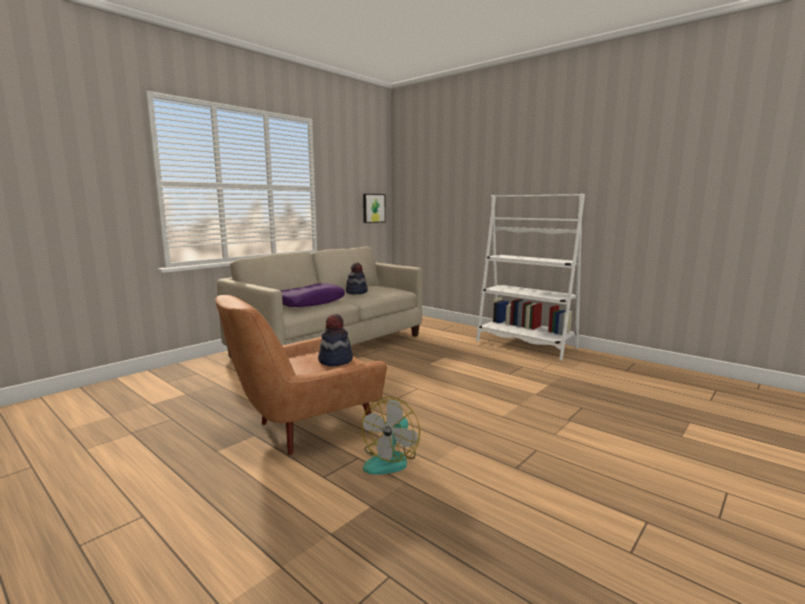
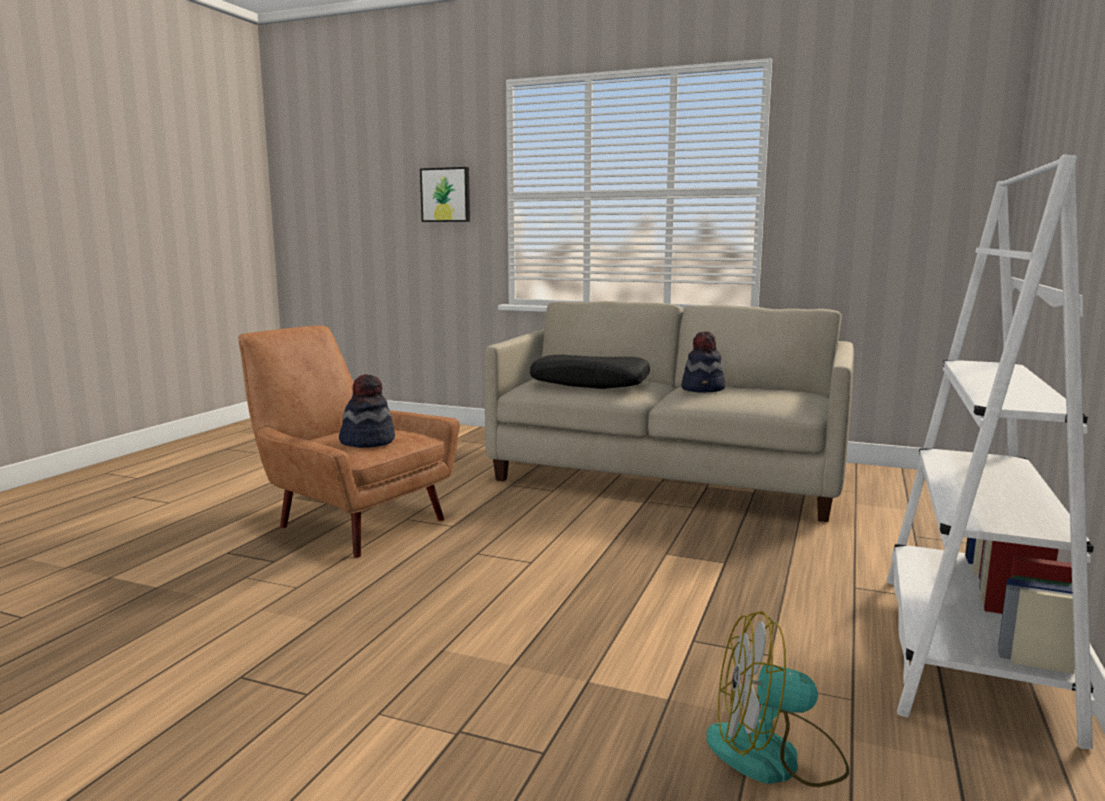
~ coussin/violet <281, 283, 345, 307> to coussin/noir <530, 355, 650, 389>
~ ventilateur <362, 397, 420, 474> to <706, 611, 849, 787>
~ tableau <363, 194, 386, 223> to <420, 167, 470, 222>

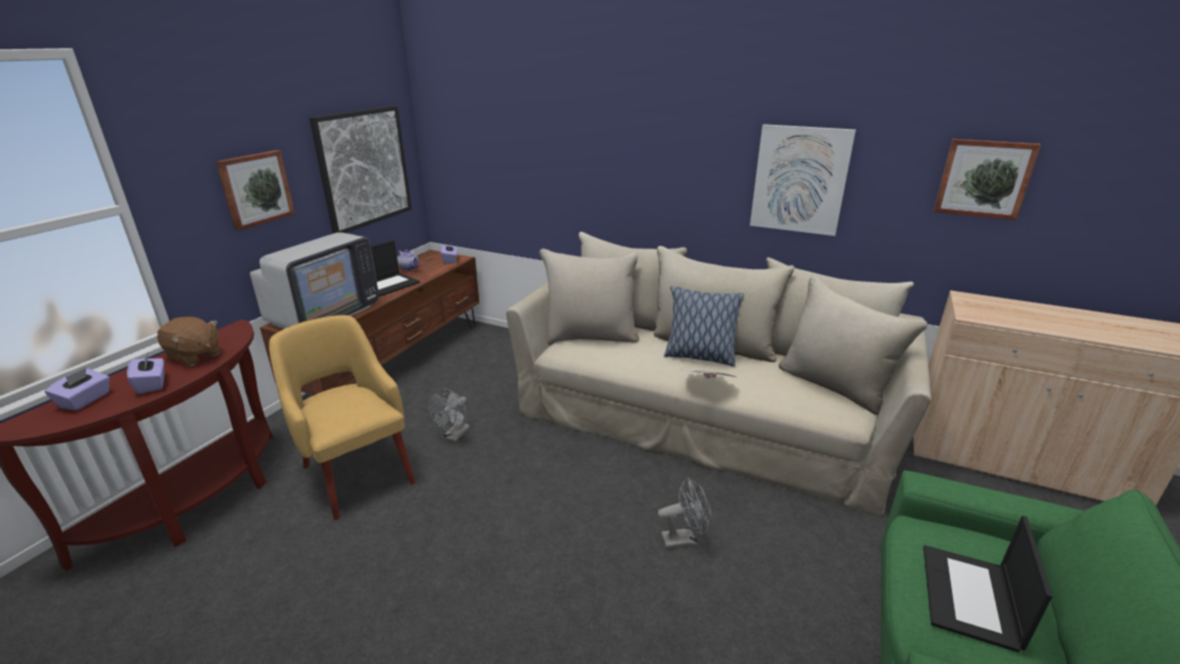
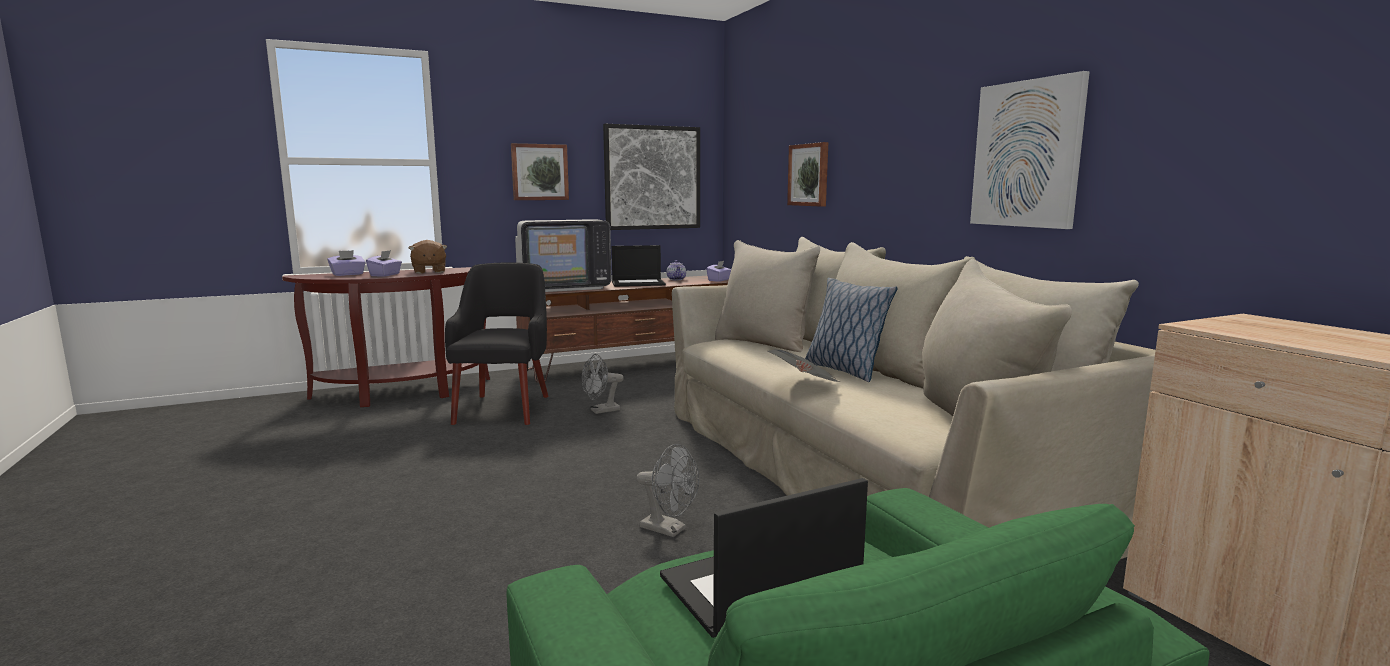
~ fauteuil/jaune <269, 315, 416, 520> to fauteuil/noir <445, 263, 549, 425>
~ tableau <933, 139, 1041, 220> to <787, 142, 828, 207>

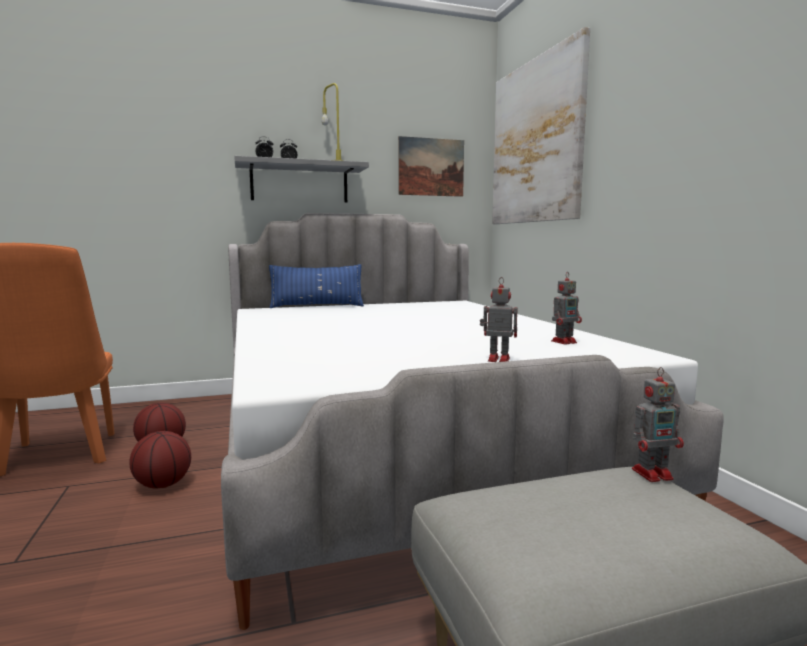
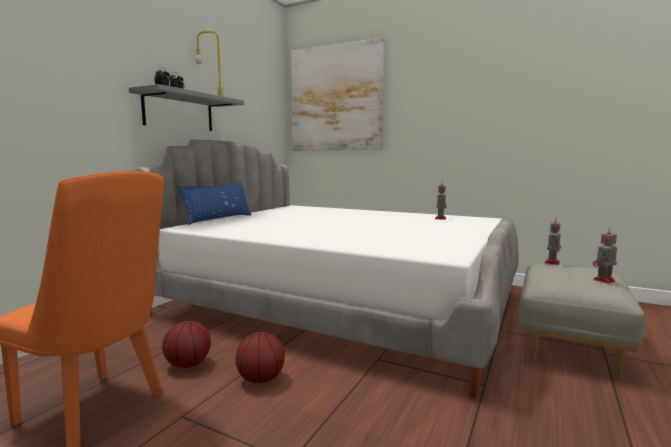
- tableau <398, 136, 464, 197>
~ robot jouet <480, 277, 517, 362> to <593, 227, 617, 284>

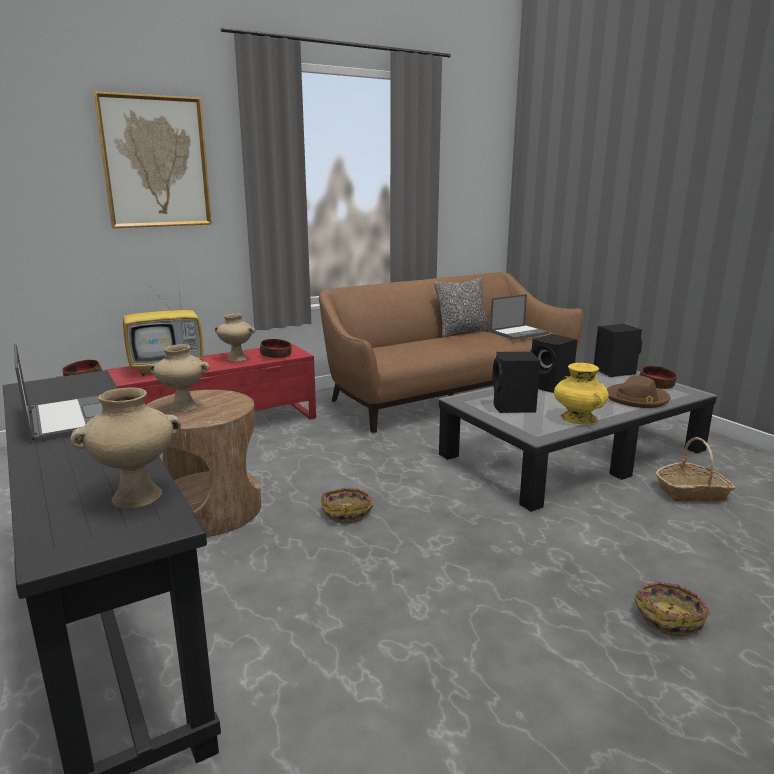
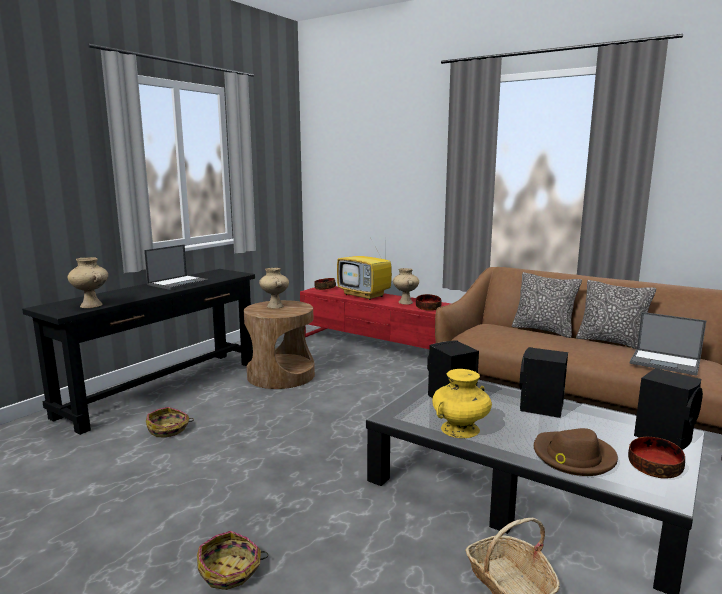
- tableau <93, 91, 212, 228>
~ panier <321, 488, 373, 524> to <146, 407, 194, 438>
+ coussin <512, 272, 582, 338>

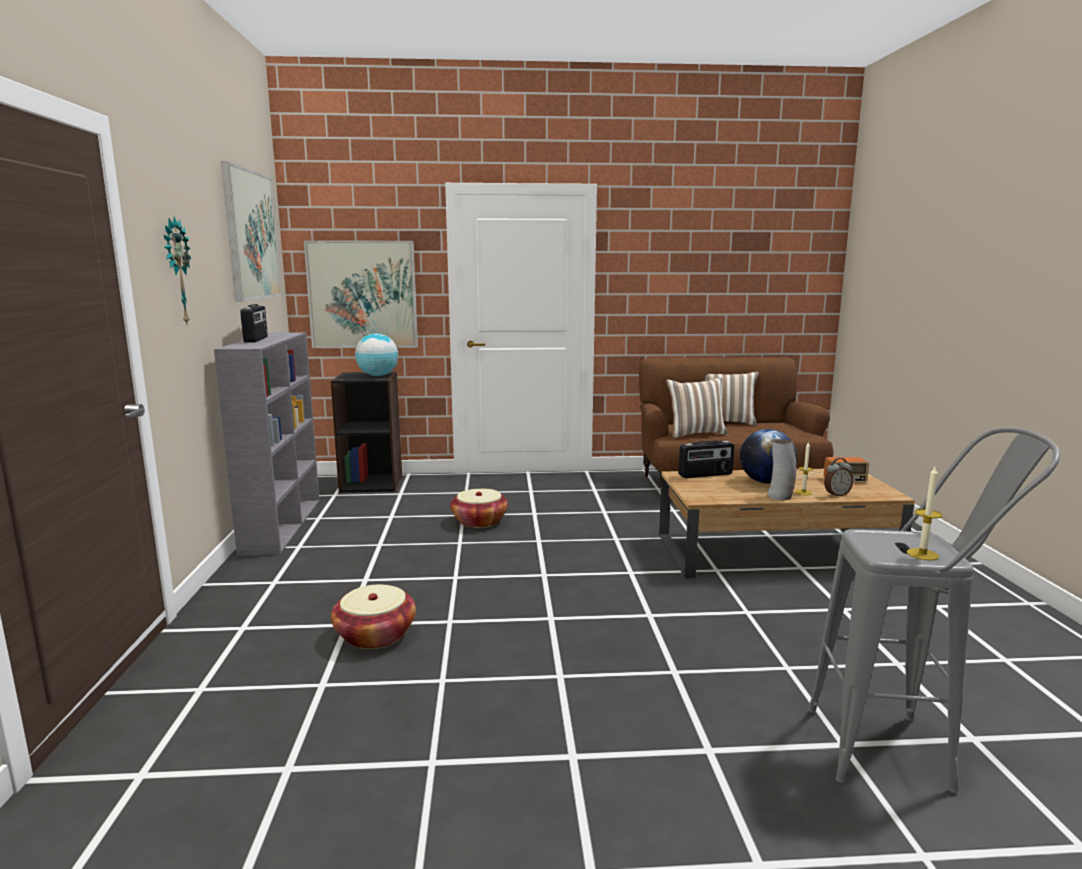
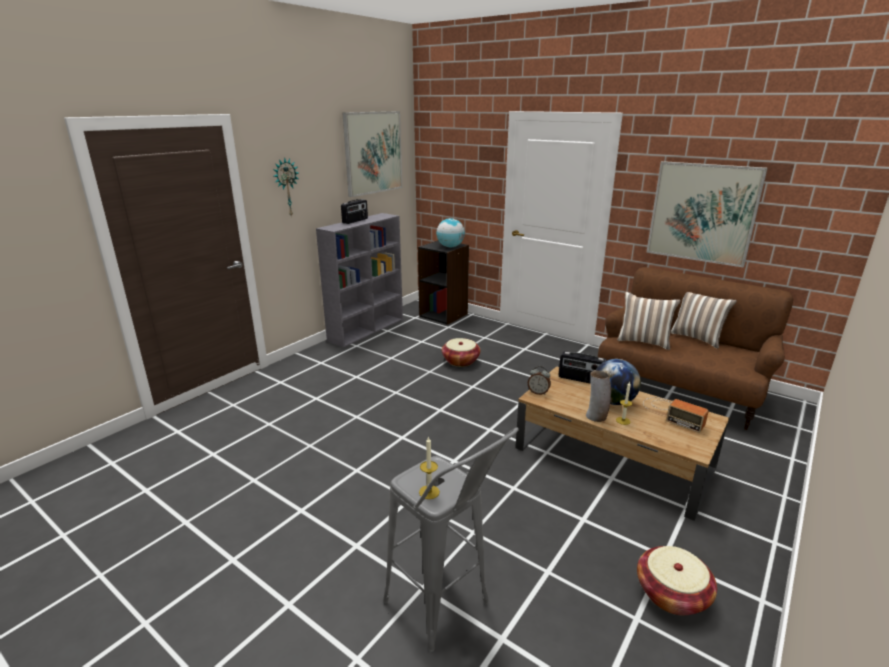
~ tableau <304, 240, 418, 348> to <646, 161, 768, 268>
~ panier <331, 585, 416, 649> to <637, 546, 717, 615>
~ réveil <824, 458, 853, 496> to <528, 366, 551, 395>

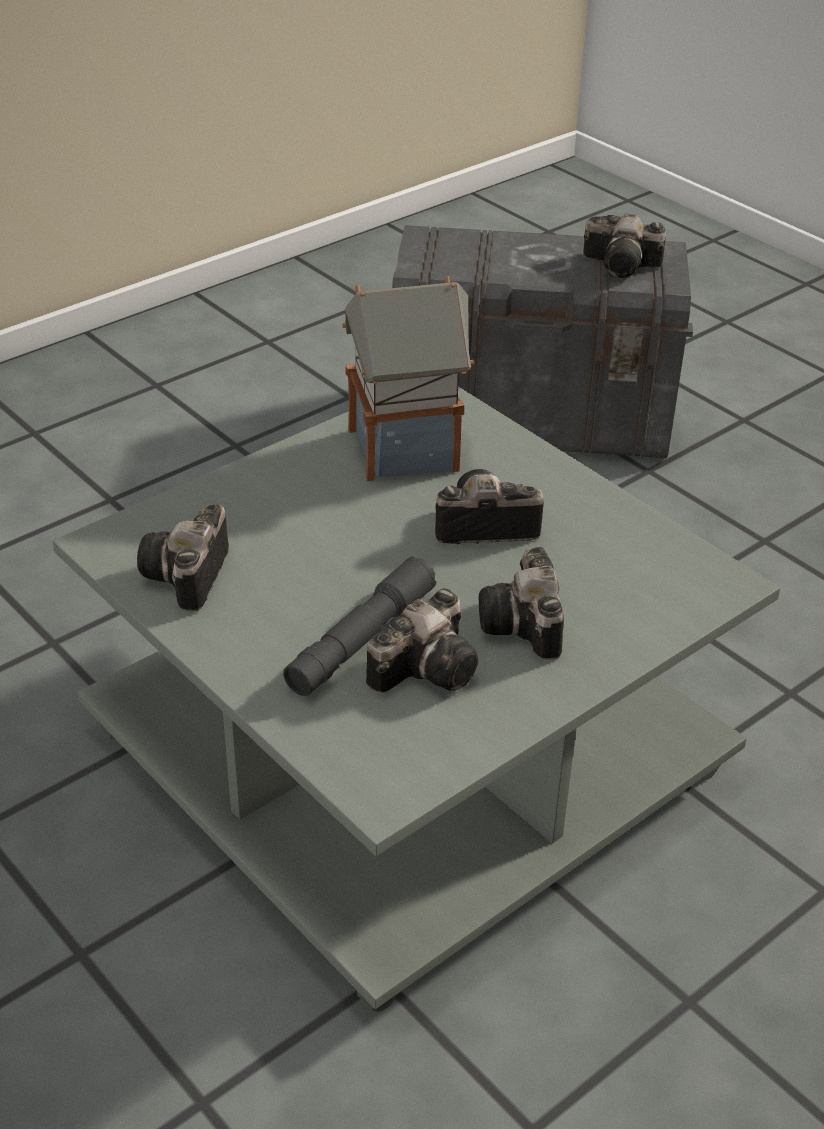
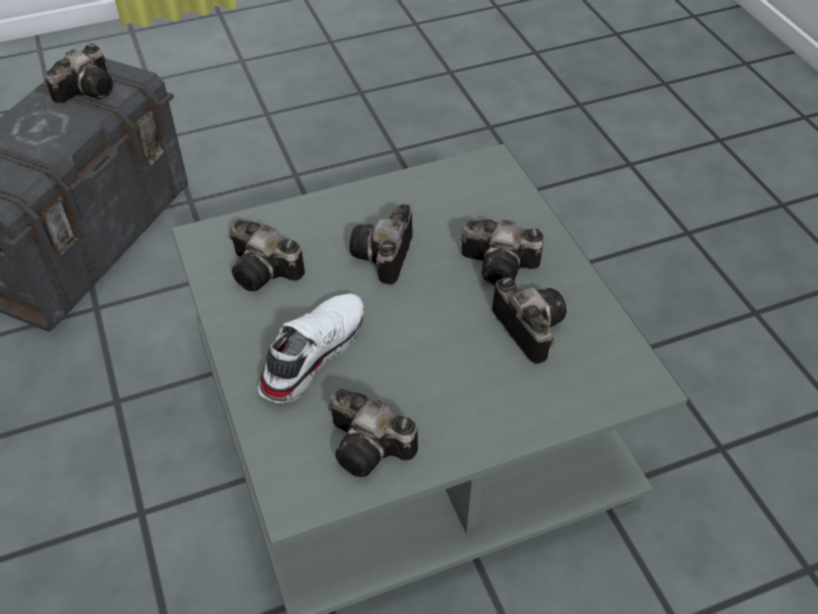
- lampe de poche/gris <283, 556, 437, 696>
~ maison miniature <342, 276, 474, 481> to appareil photo <229, 219, 305, 291>
+ chaussure/blanc <258, 293, 365, 403>

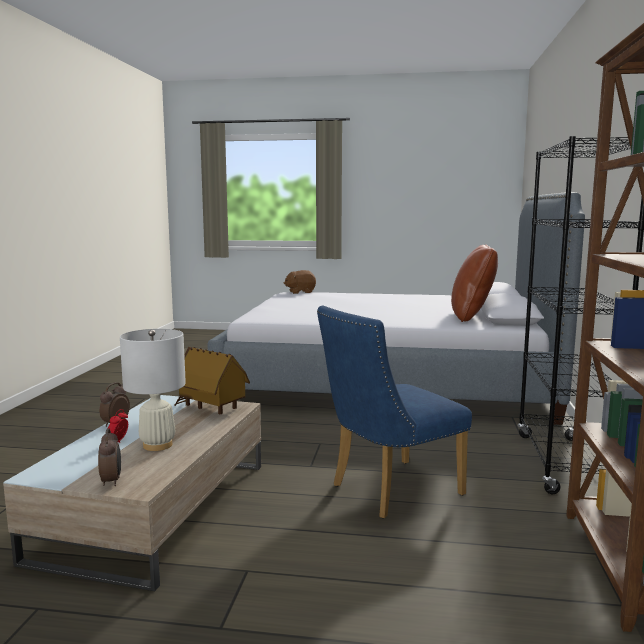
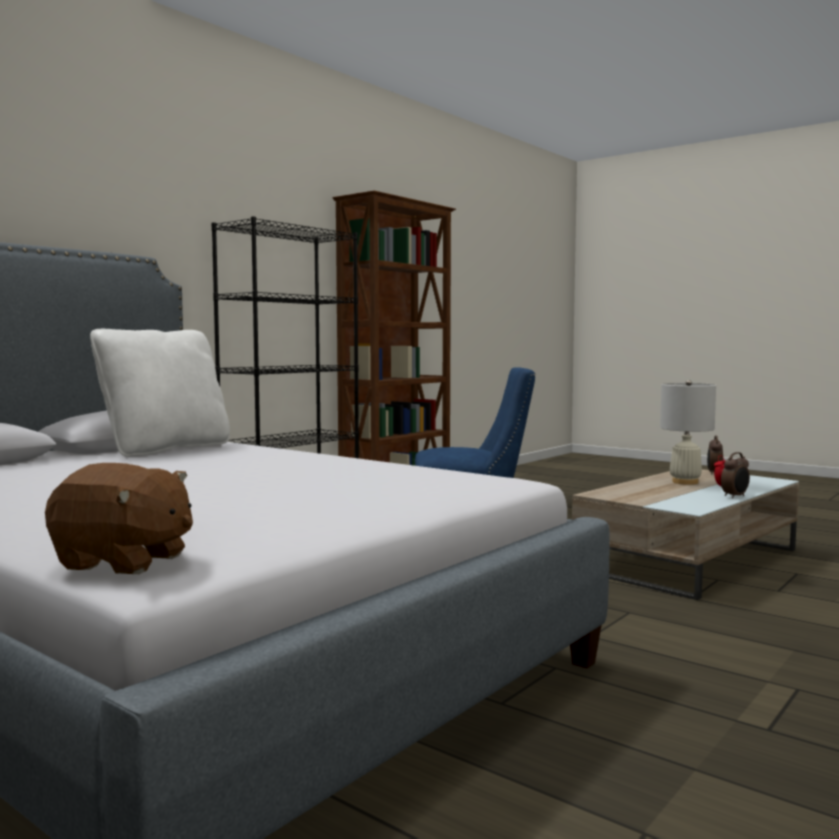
- maison miniature <174, 347, 250, 414>
~ coussin/marron <451, 244, 498, 322> to coussin/blanc <90, 329, 230, 457>

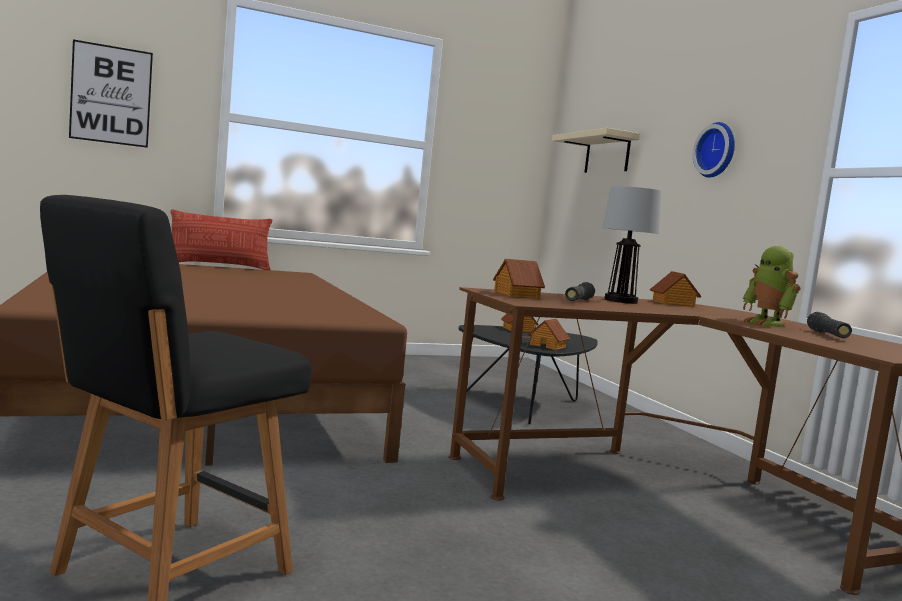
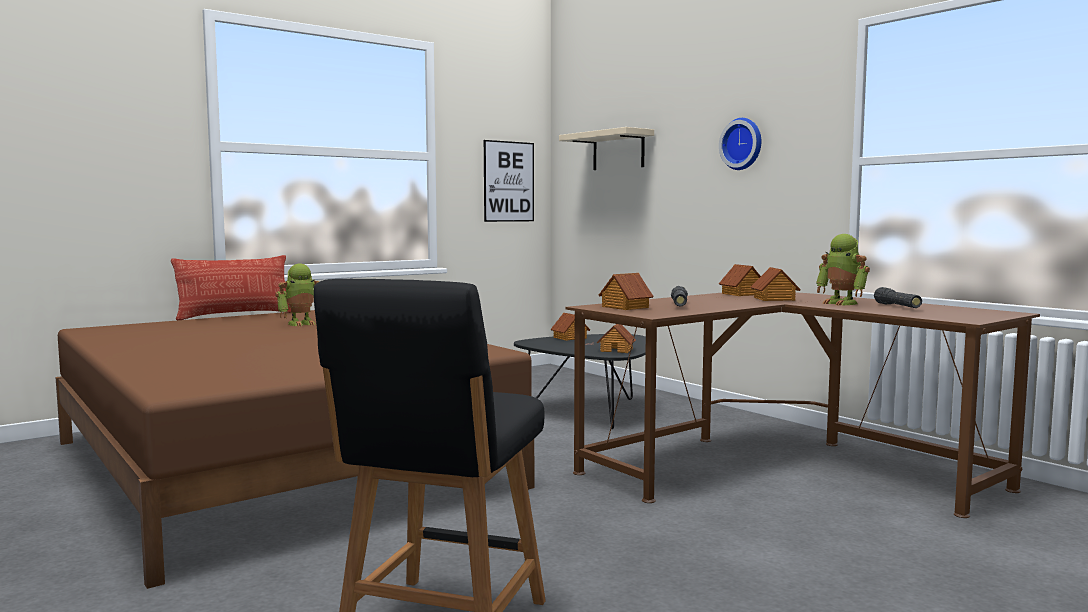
~ tableau <69, 39, 153, 148> to <484, 140, 534, 222>
- lampe de table <602, 186, 661, 304>
+ robot jouet <275, 264, 319, 326>
+ maison miniature <750, 267, 801, 301>

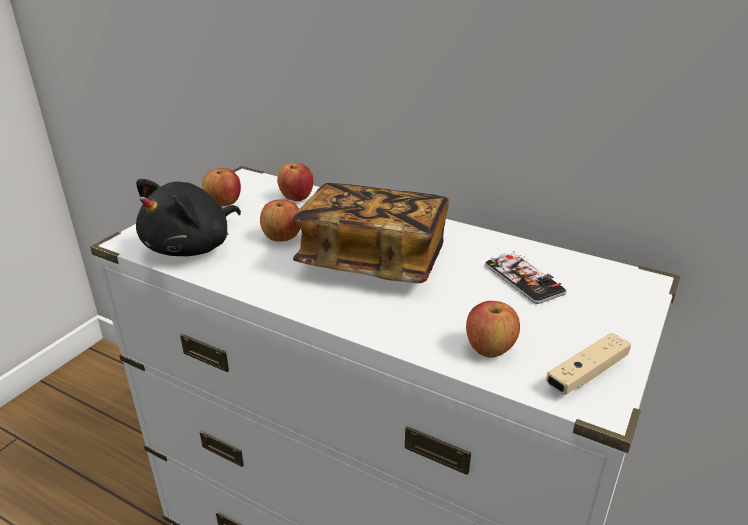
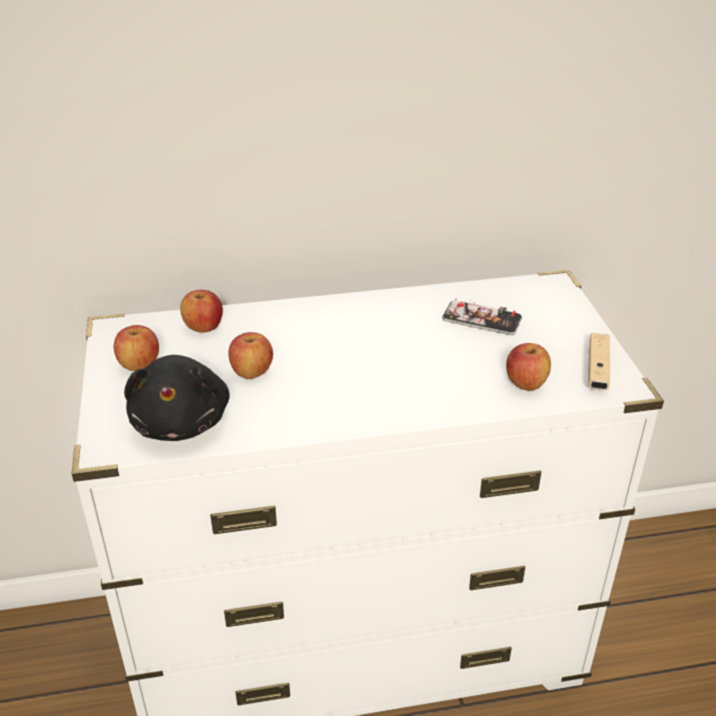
- livre <293, 183, 449, 283>

